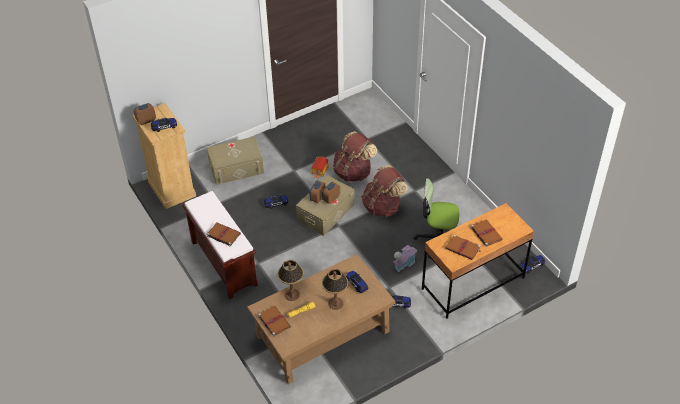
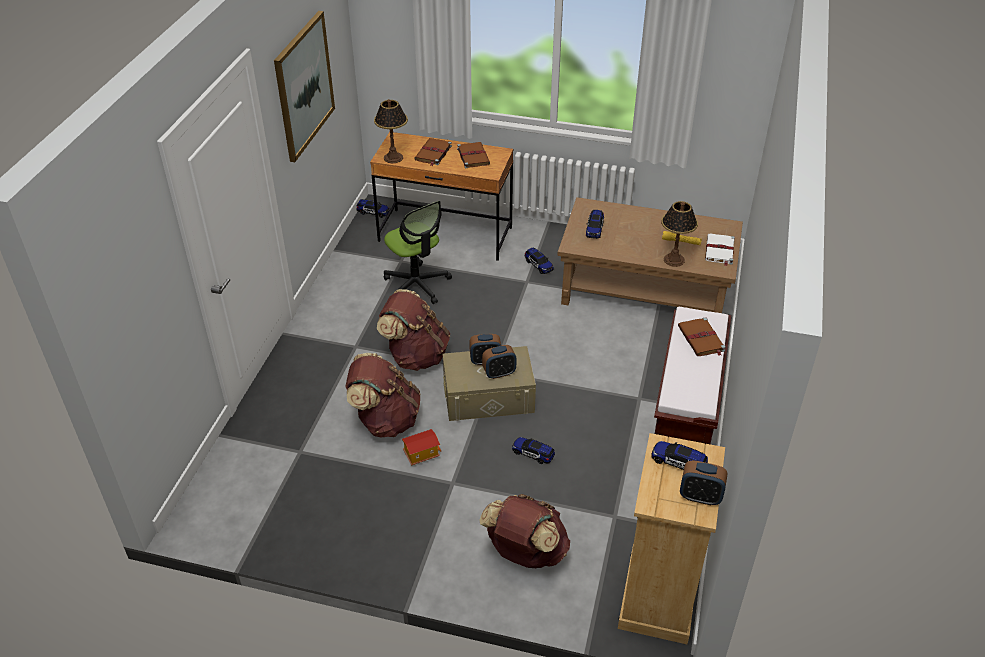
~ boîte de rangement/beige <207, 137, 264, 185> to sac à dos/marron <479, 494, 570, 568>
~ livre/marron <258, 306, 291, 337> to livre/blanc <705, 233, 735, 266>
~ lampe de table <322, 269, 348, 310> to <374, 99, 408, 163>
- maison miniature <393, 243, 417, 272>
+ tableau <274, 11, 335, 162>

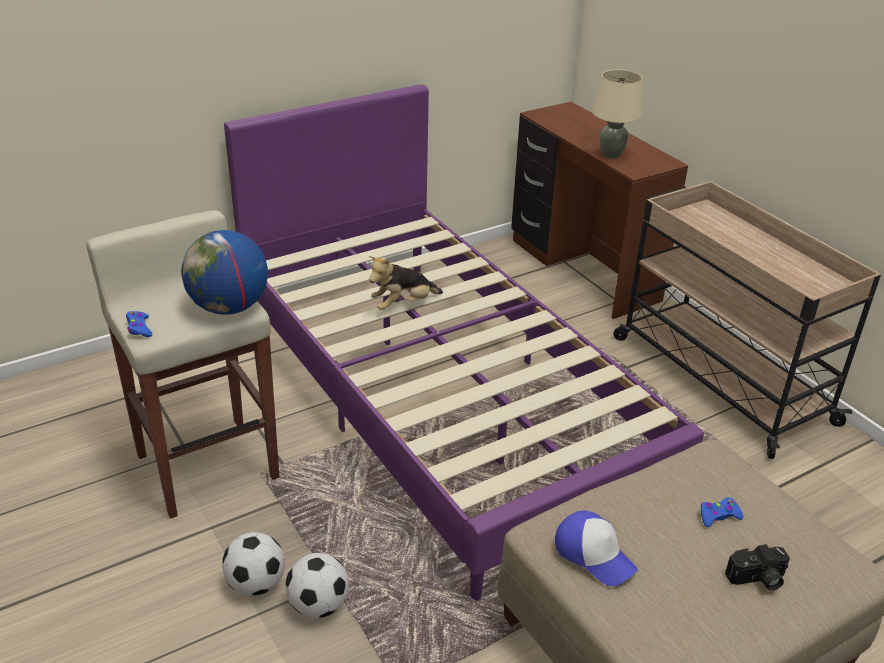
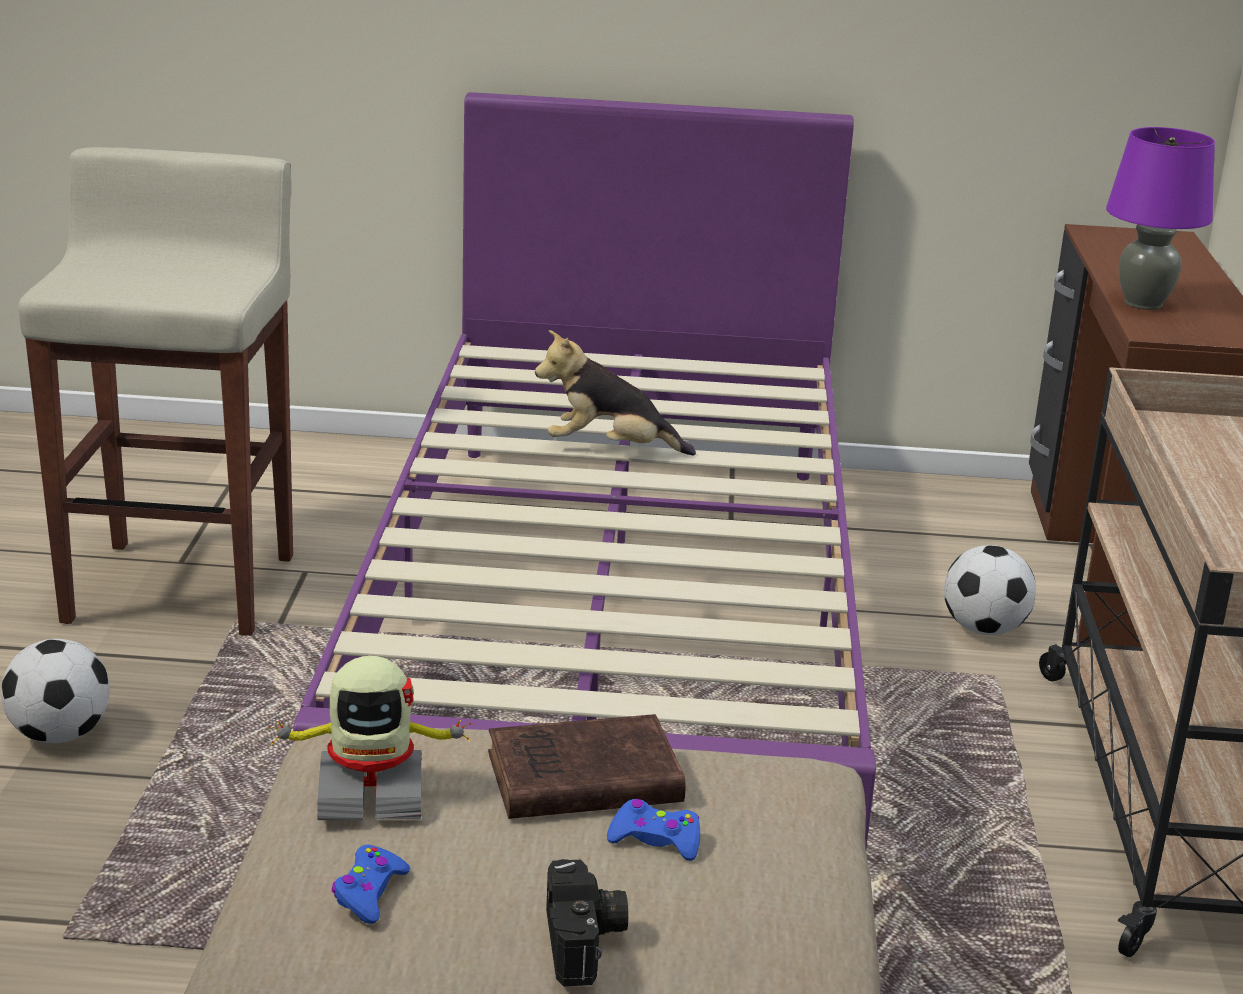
~ manette/bleu <126, 311, 152, 337> to <332, 845, 410, 924>
- globe <181, 230, 268, 315>
~ ballon de foot <286, 553, 349, 618> to <944, 545, 1036, 635>
~ casquette <555, 511, 638, 586> to robot jouet <267, 656, 474, 820>
~ lampe de table/beige <592, 70, 642, 159> to lampe de table/violet <1106, 127, 1215, 310>
~ appareil photo <725, 544, 790, 591> = <546, 859, 628, 987> 120 degrees counterclockwise
+ livre/marron <488, 714, 686, 819>

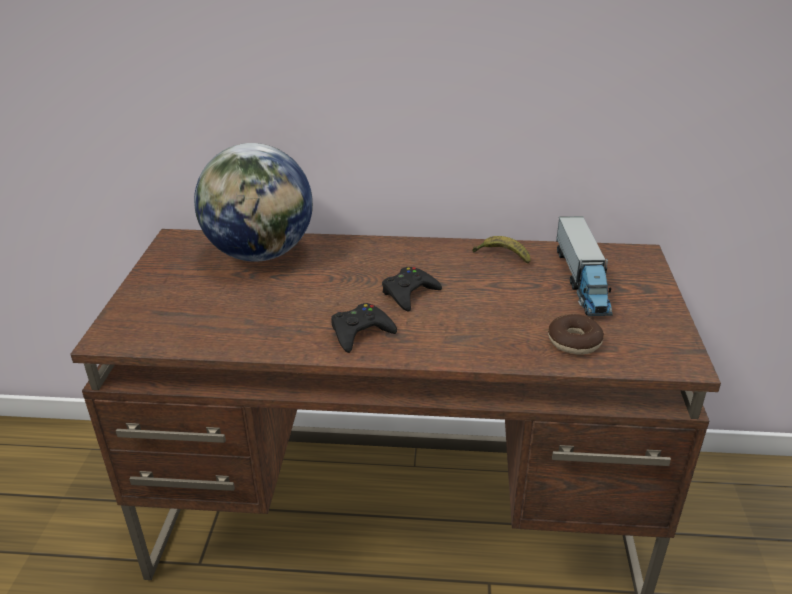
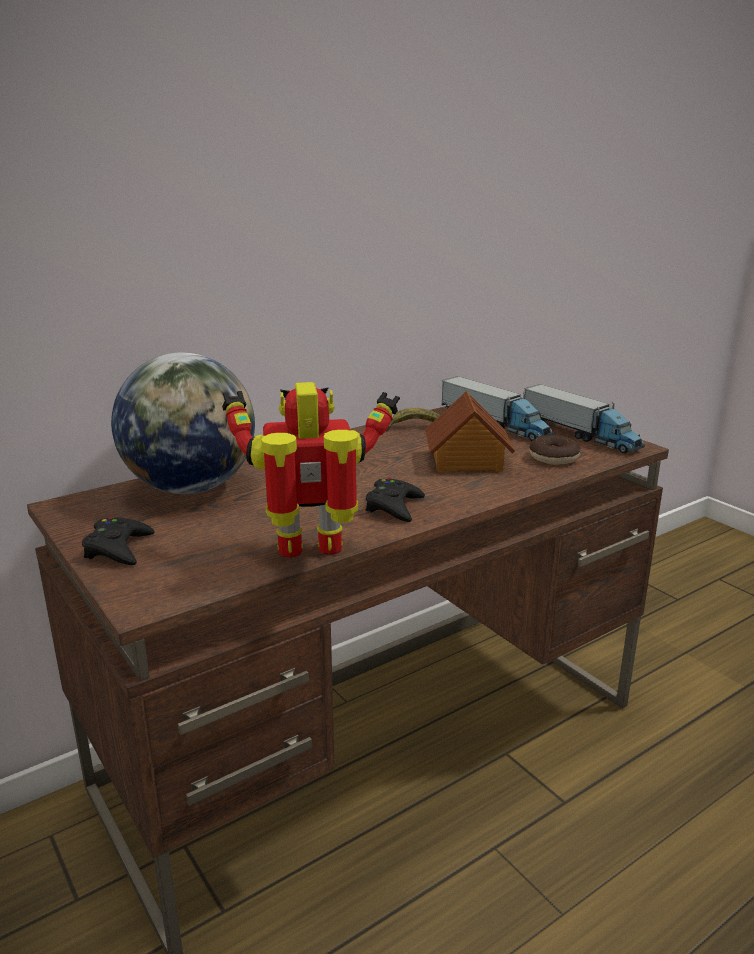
~ manette/noir <382, 267, 442, 312> to <82, 517, 155, 565>
+ robot jouet <222, 382, 400, 558>
+ maison miniature <425, 391, 515, 472>
+ camion jouet <524, 384, 645, 453>

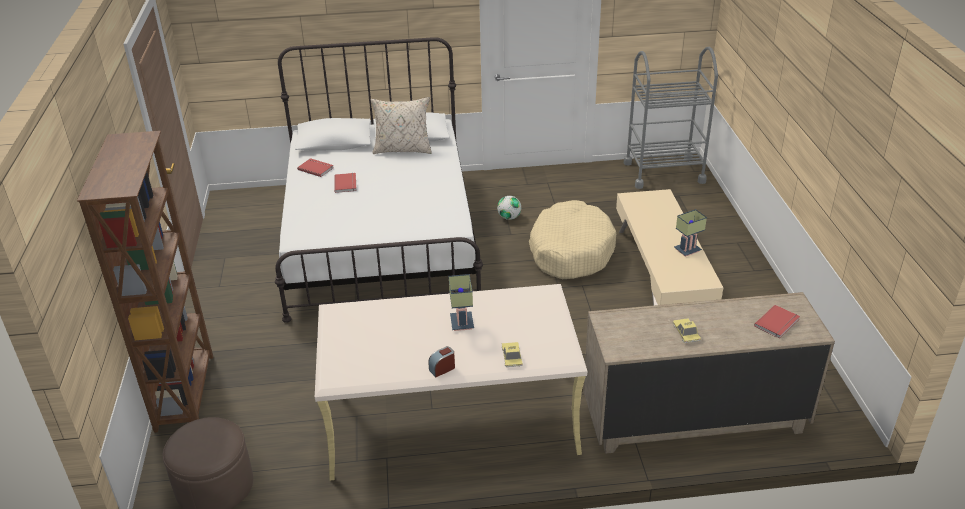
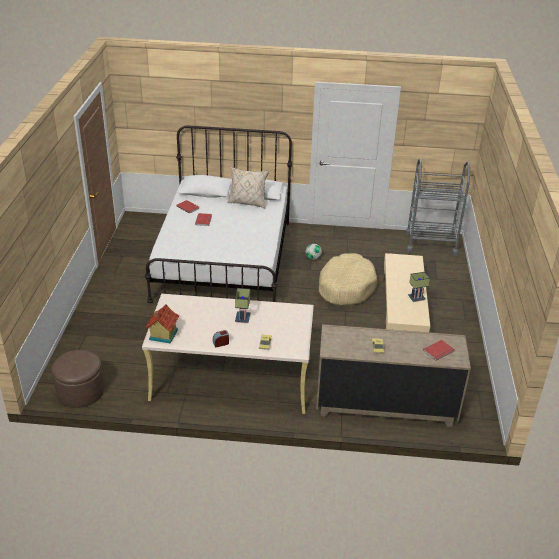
- bibliothèque/marron <77, 131, 213, 433>
+ maison miniature <146, 304, 179, 344>

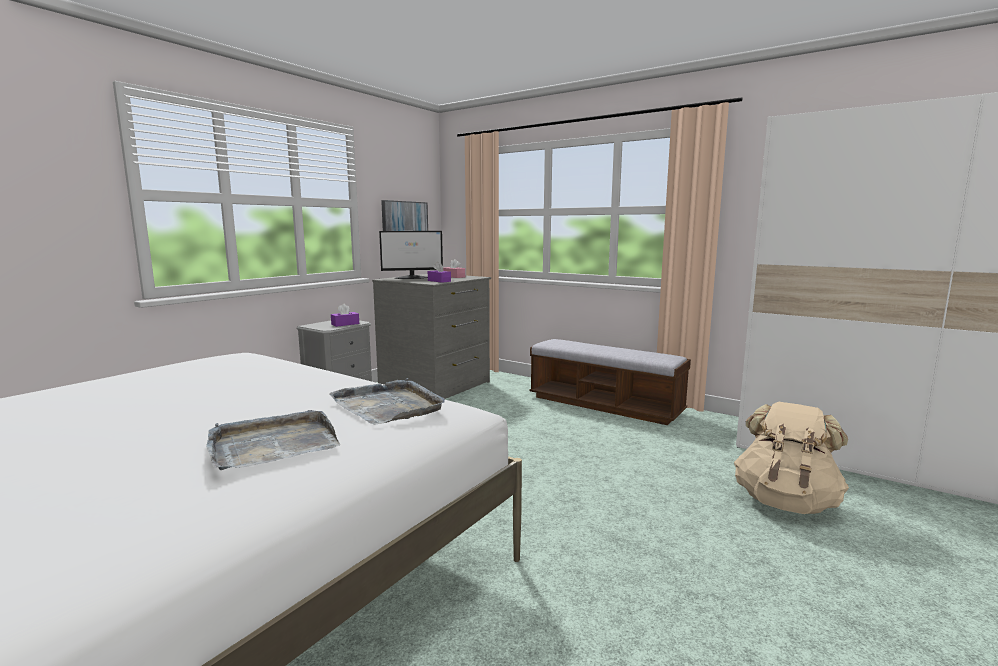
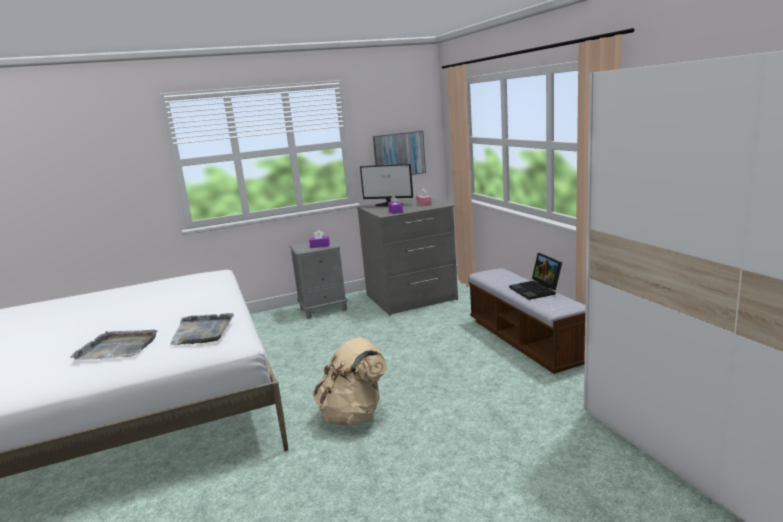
~ sac à dos/beige <734, 401, 849, 514> to <313, 337, 387, 426>
+ ordinateur portable <509, 253, 562, 300>

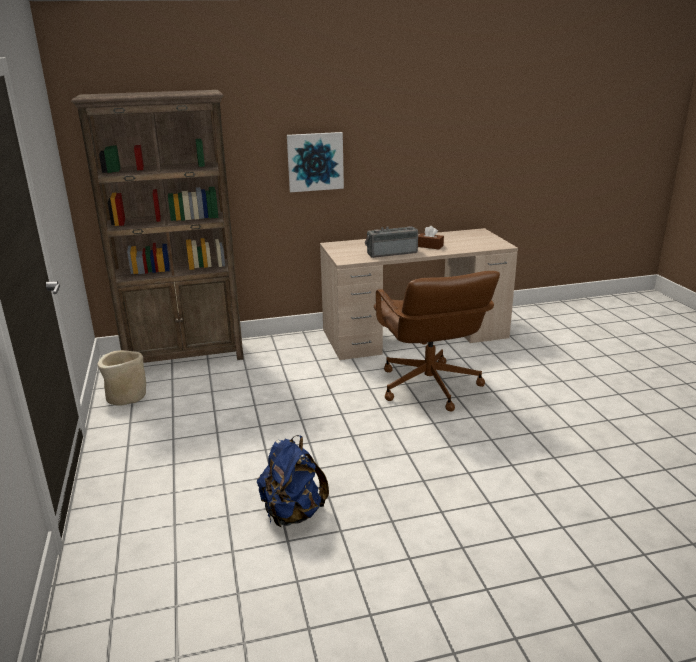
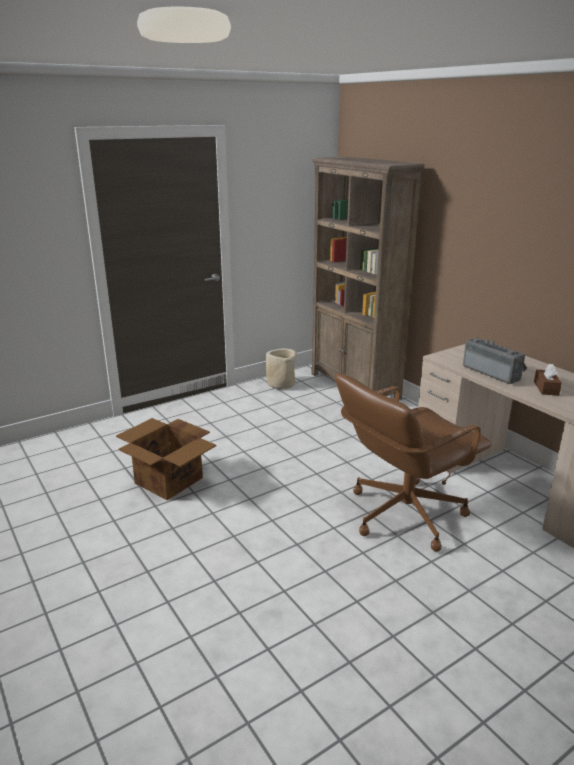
~ sac à dos/bleu <257, 435, 329, 527> to carton <116, 418, 217, 500>
- tableau <287, 132, 344, 192>

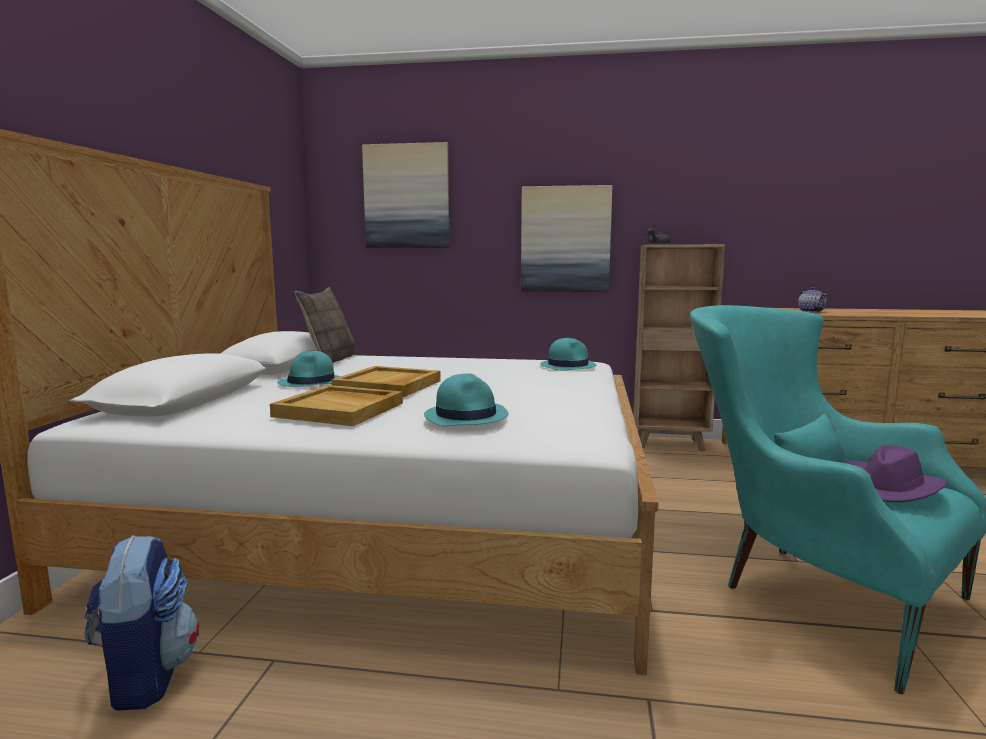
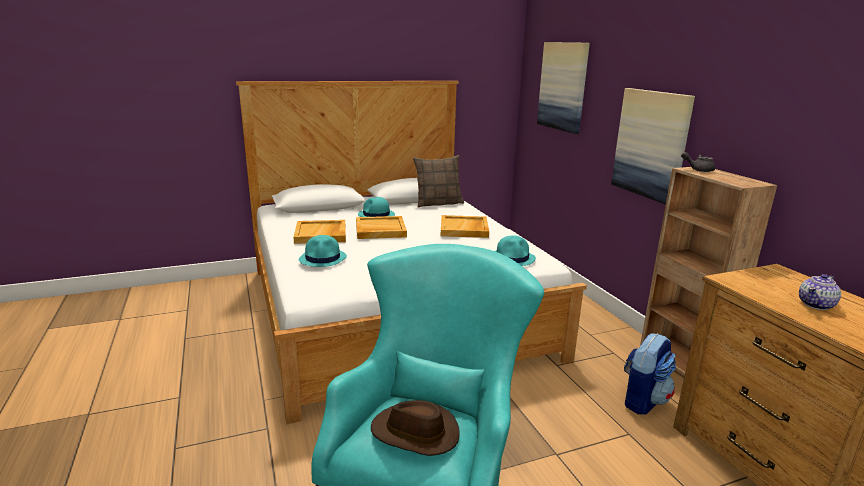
~ sac à dos <84, 535, 199, 710> to <624, 333, 676, 415>
~ chapeau/violet <844, 445, 948, 502> to chapeau/marron <371, 400, 460, 456>
+ plateau/beige <441, 215, 489, 238>

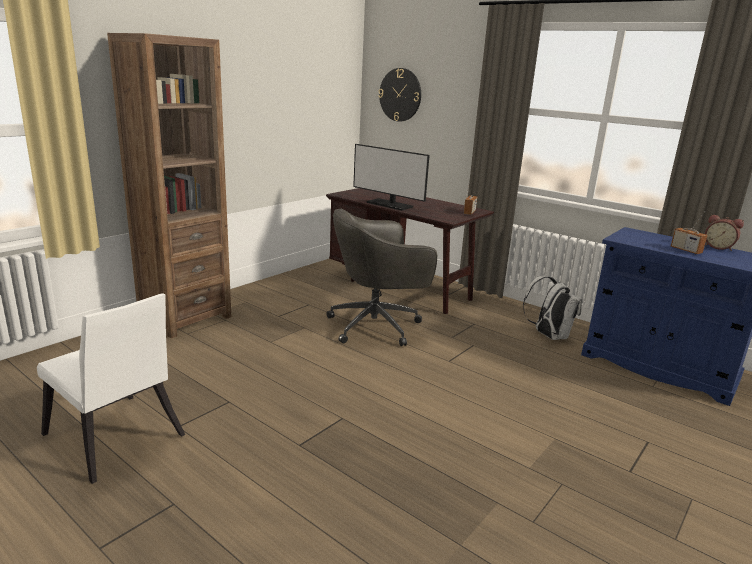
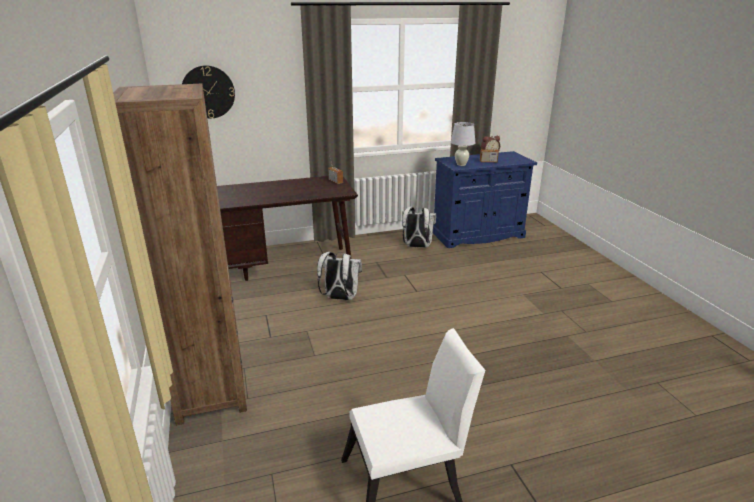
~ chaise de bureau/gris <326, 209, 437, 346> to sac à dos/blanc <317, 252, 362, 300>
- écran d'ordinateur <353, 144, 430, 211>
+ lampe de table/blanc <451, 122, 475, 166>

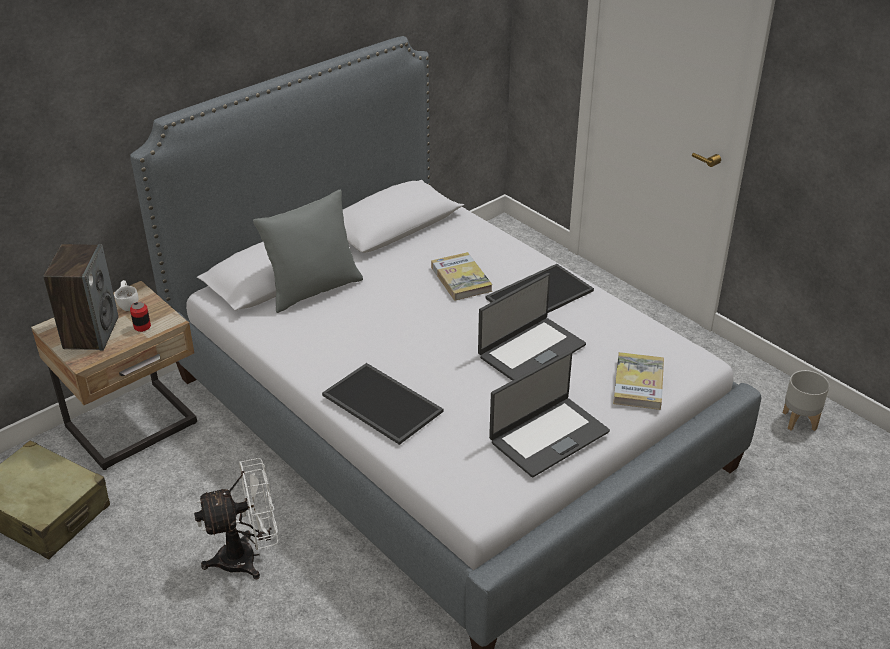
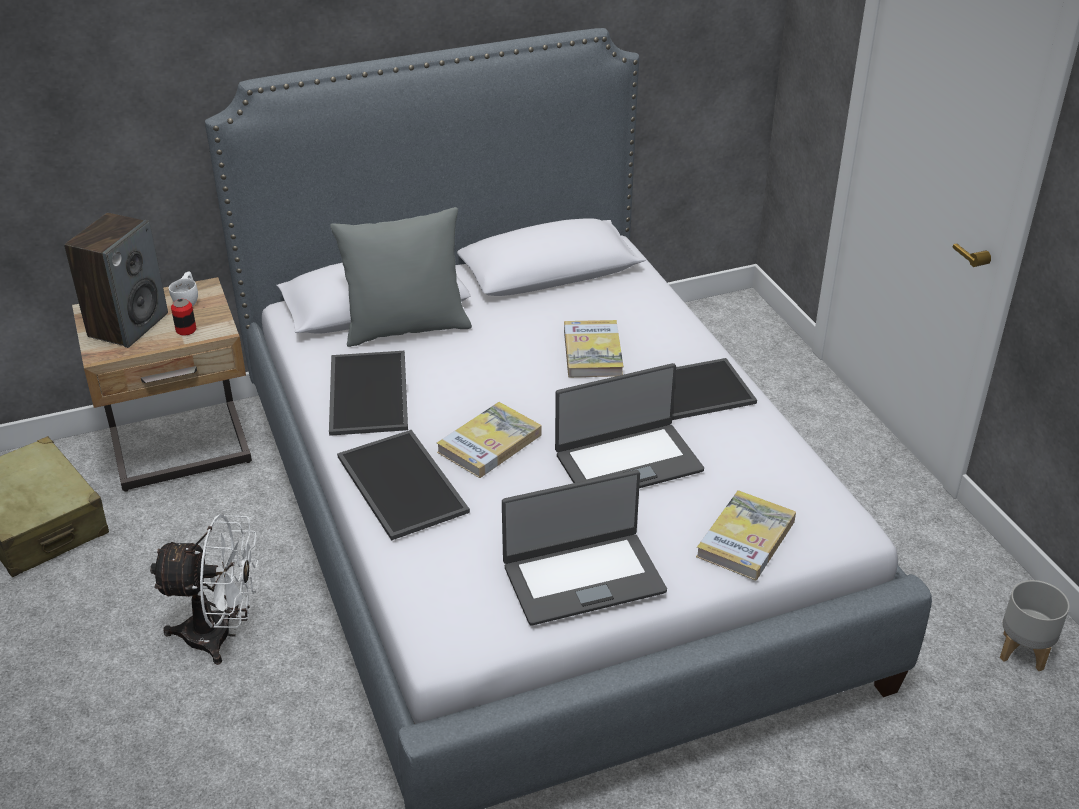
+ plateau <329, 351, 408, 436>
+ livre <437, 402, 541, 478>

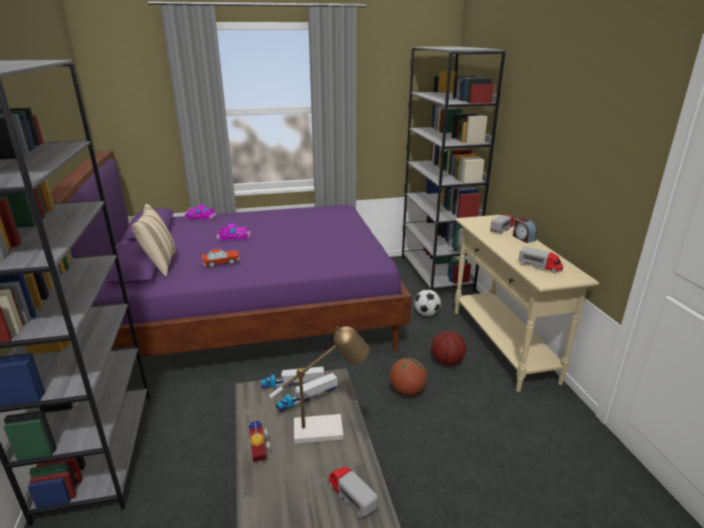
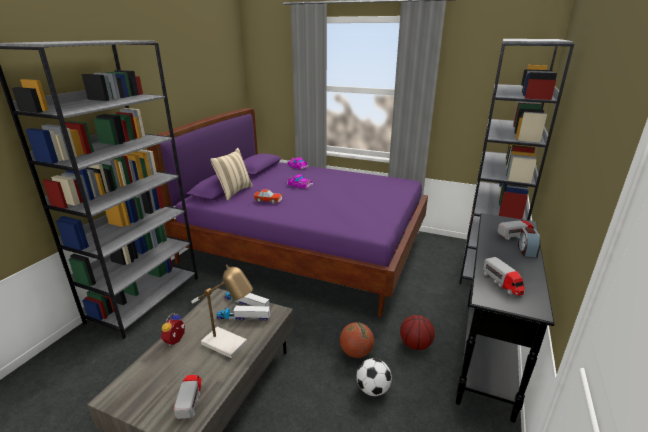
~ ballon de foot <414, 289, 441, 316> to <357, 358, 392, 396>
~ table console/beige <455, 215, 599, 392> to table console/noir <456, 213, 555, 422>

